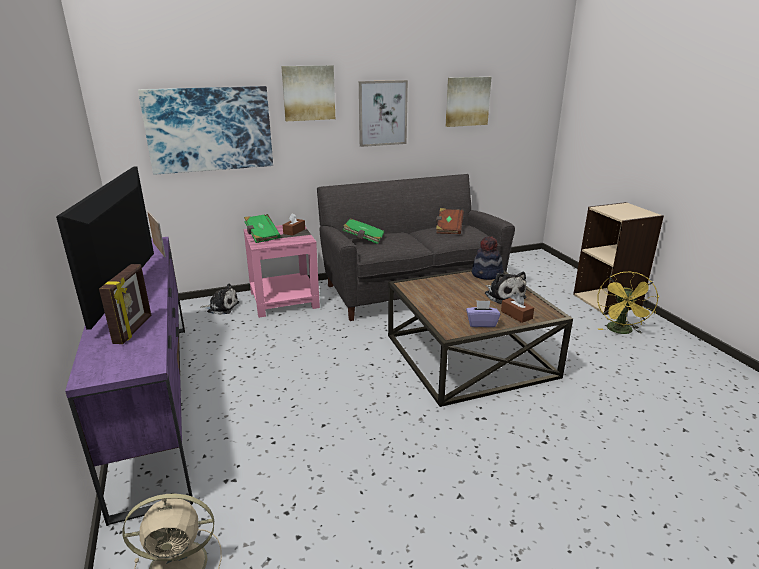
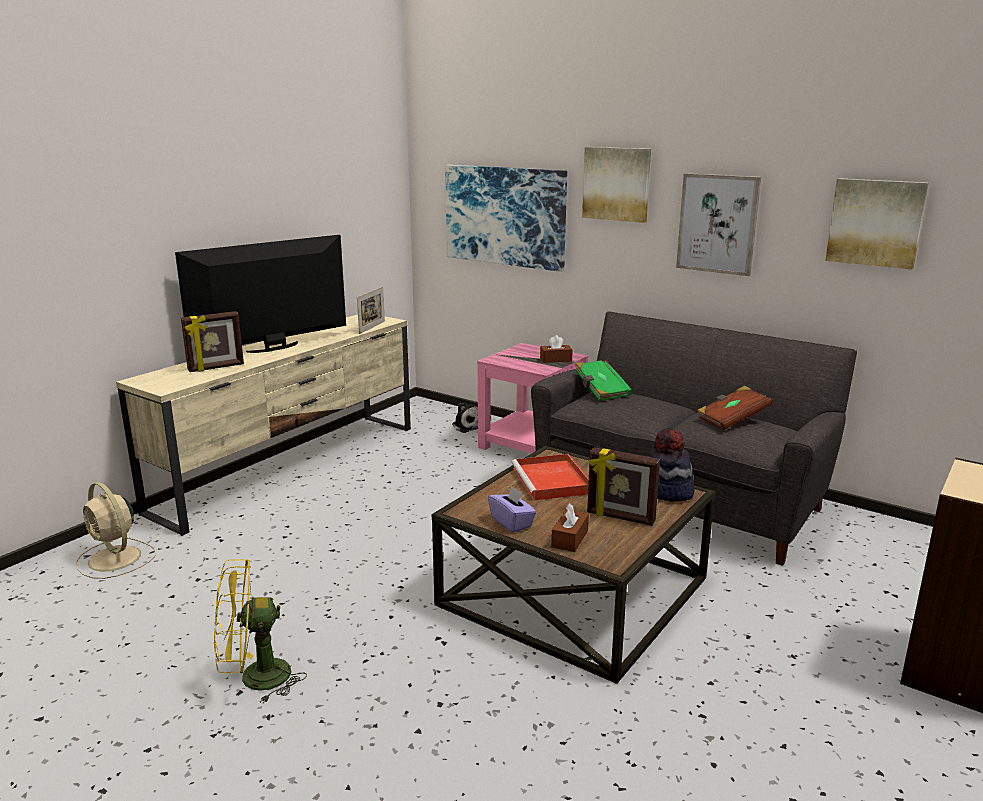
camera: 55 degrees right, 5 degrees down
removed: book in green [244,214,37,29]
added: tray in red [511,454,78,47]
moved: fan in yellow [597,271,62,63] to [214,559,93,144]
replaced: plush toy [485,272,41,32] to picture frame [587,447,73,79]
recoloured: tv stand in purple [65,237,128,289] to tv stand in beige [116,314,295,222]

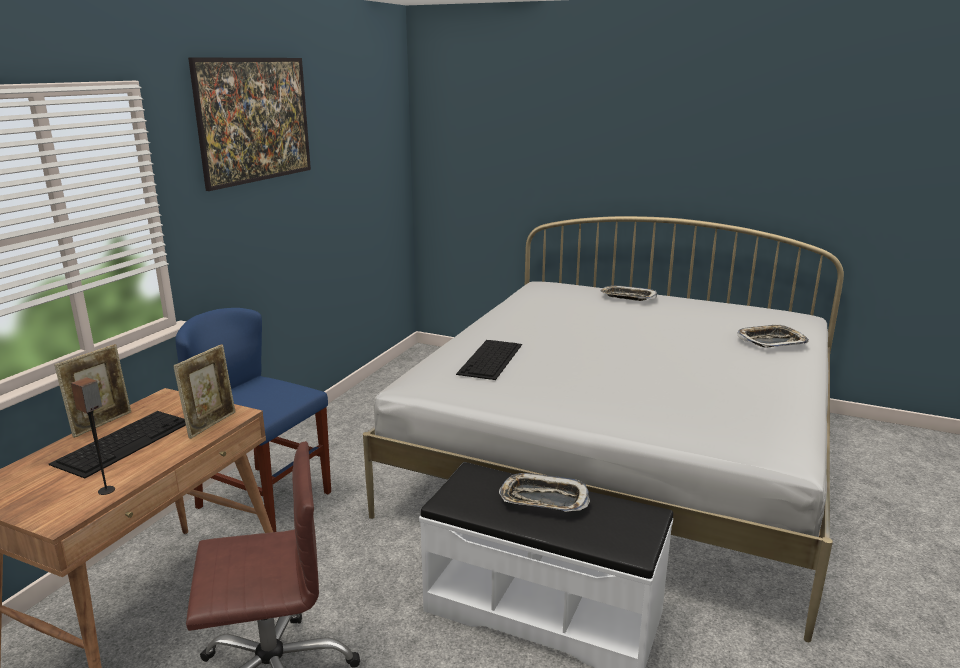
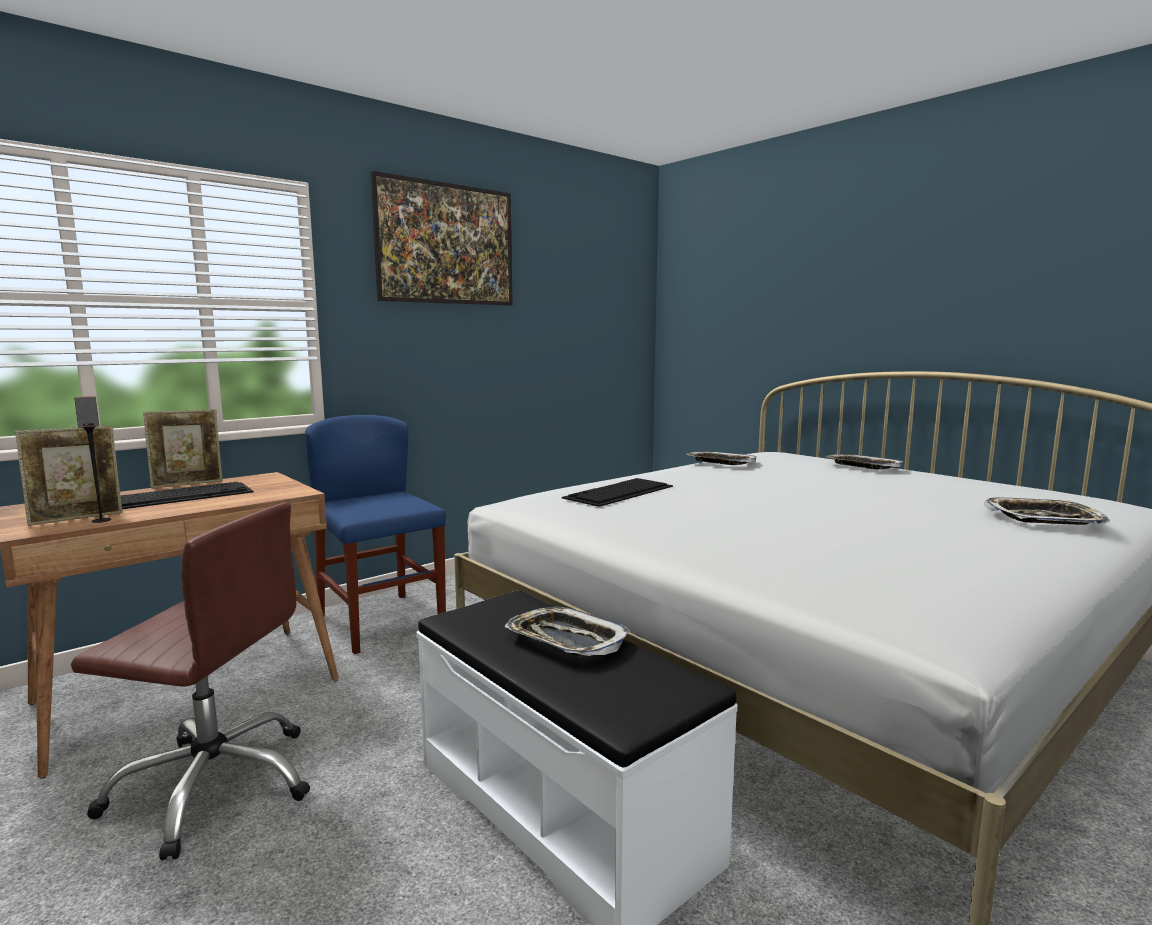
camera: 25 degrees right, 10 degrees down
added: tray [687,451,70,14]
moved: picture frame [173,344,63,95] to [15,426,108,100]

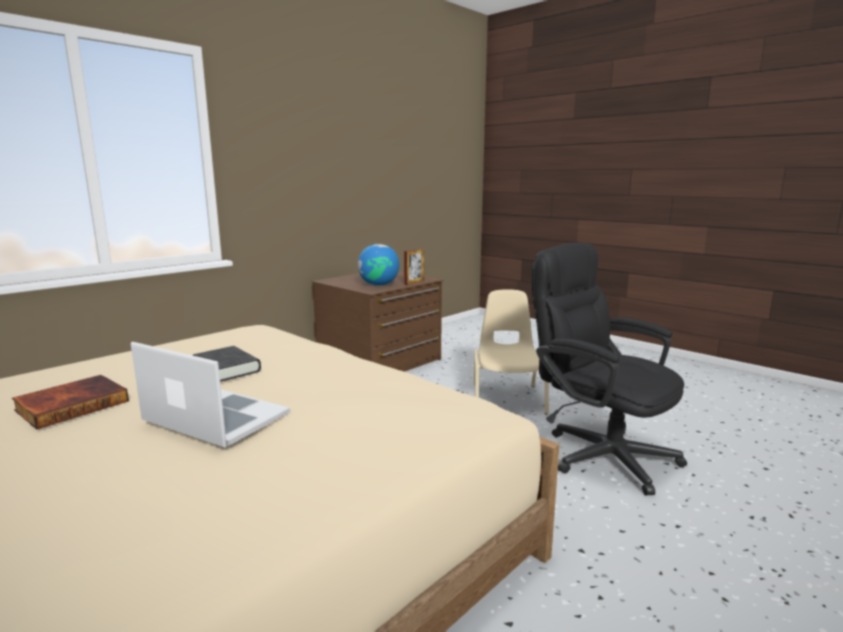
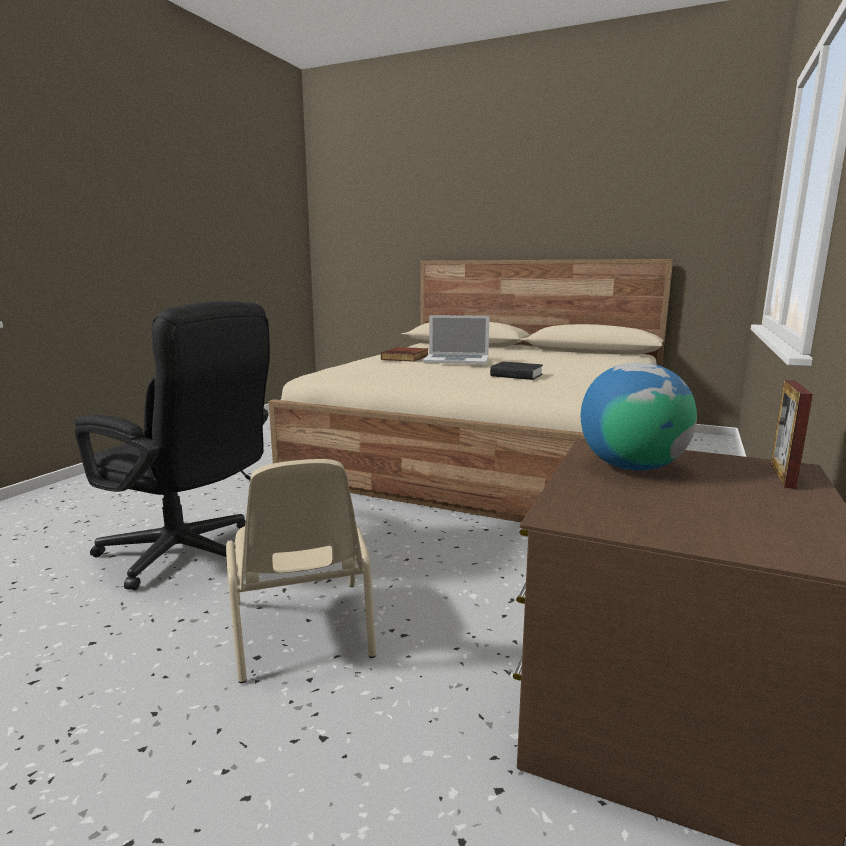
camera: 160 degrees right, 0 degrees up
moved: book [12,375,117,54] to [381,347,48,15]; picture frame [404,248,21,37] to [771,380,42,109]

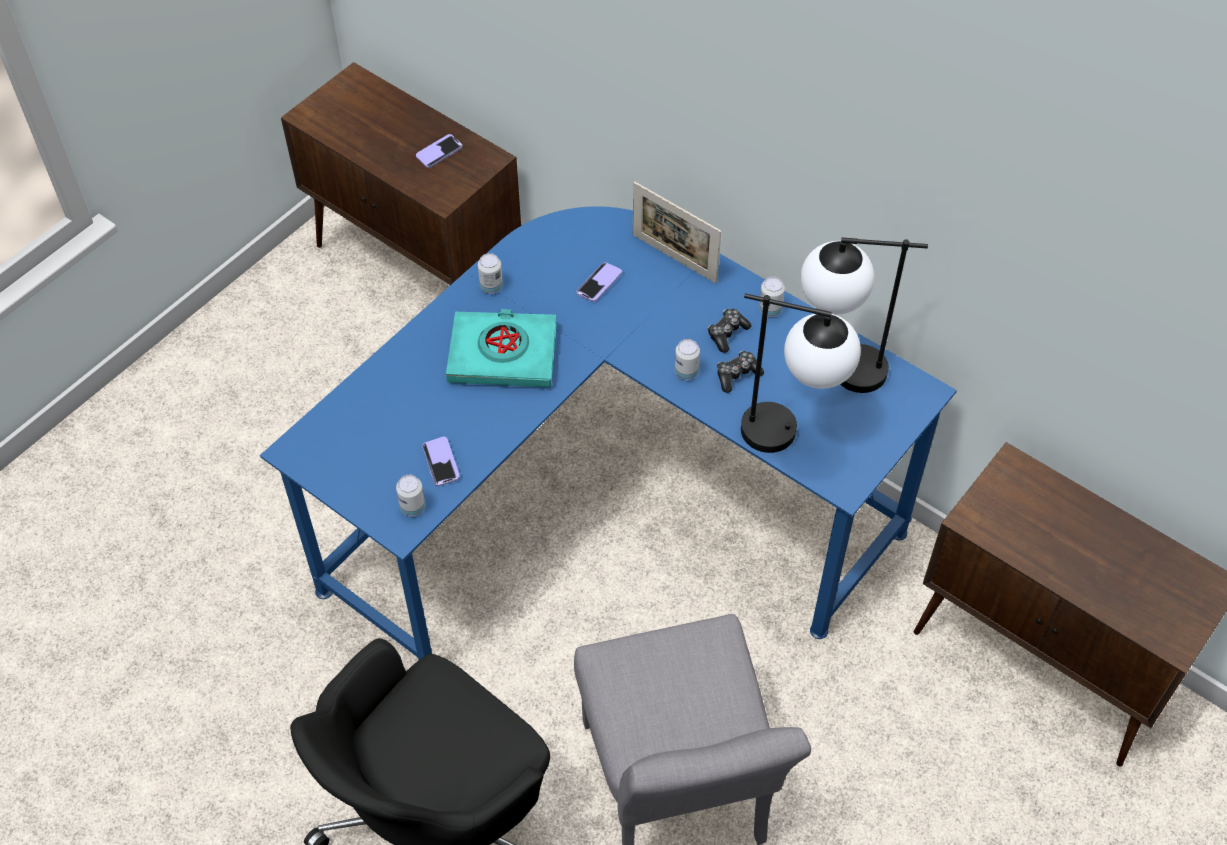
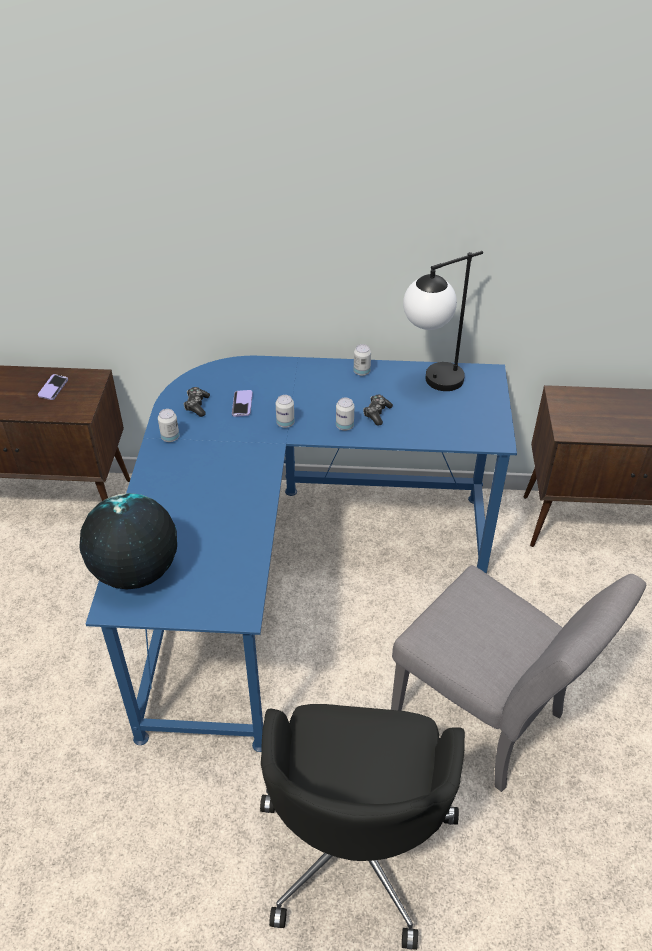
camera: 35 degrees left, 10 degrees down
removed: phone [422,437,38,49]; book in turquoise [446,309,111,78]; picture frame [633,181,88,102]; table lamp [741,293,120,160]
added: globe [79,493,98,96]
moved: can [396,475,29,41] to [276,395,19,33]; game controller [708,309,44,44] to [183,387,27,30]

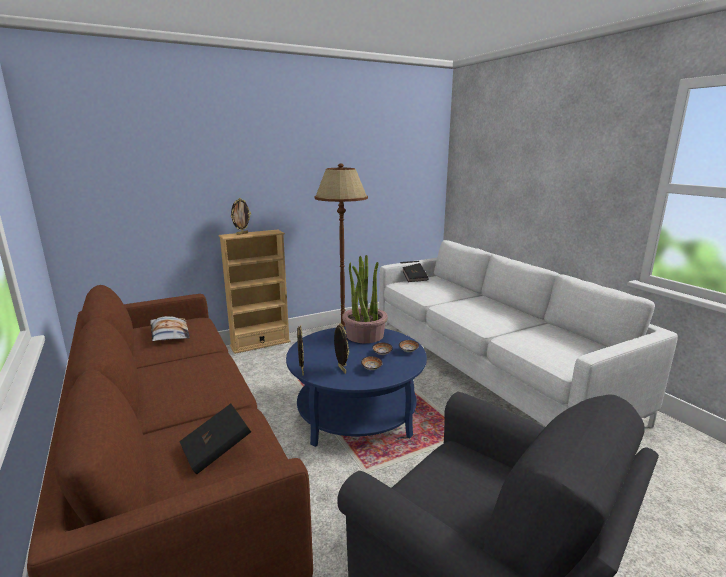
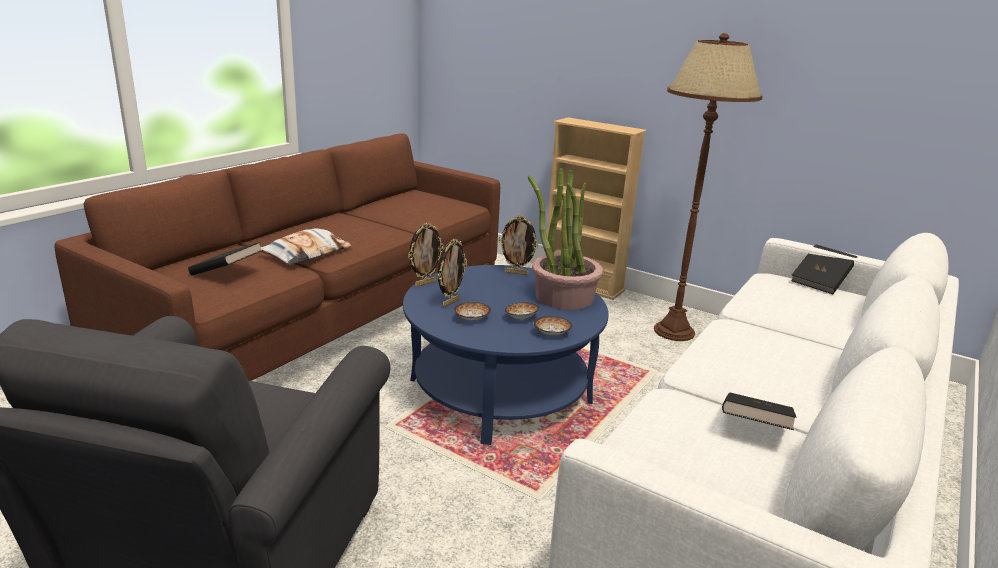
camera: 60 degrees right, 5 degrees up
added: book in black [722,393,74,37]
moved: pillow [150,316,40,25] to [261,228,91,37]; picture frame [231,198,20,37] to [499,215,40,60]

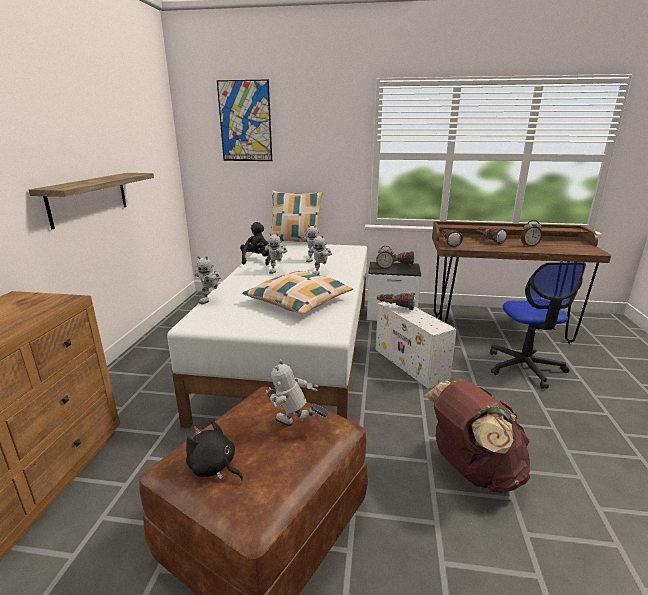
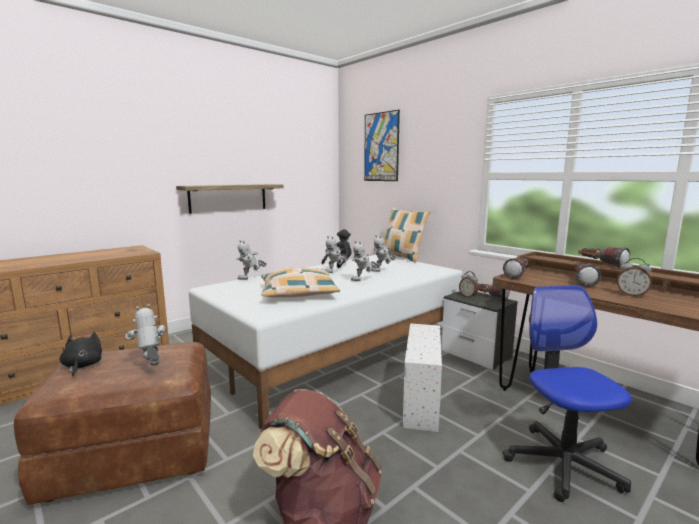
camera: 40 degrees right, 10 degrees down
moved: flashlight [377,293,39,17] to [578,247,52,21]
turned: office chair [490,262,96,127] = [503,285,129,217] 135 degrees clockwise

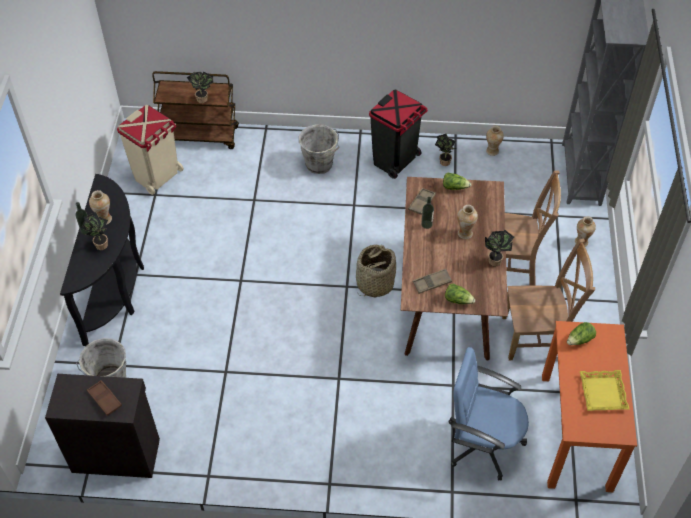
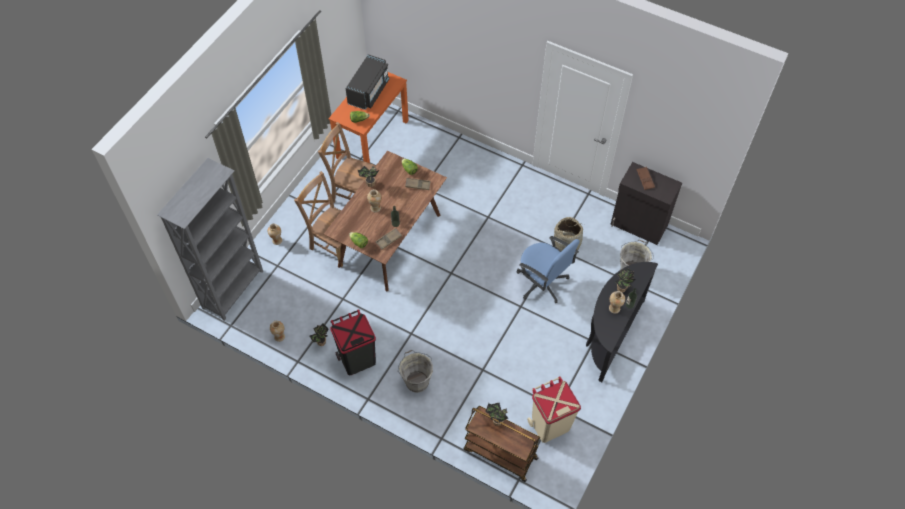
camera: 155 degrees left, 5 degrees up
moved: basket [356,244,40,53] to [554,217,33,34]; office chair in blue [449,347,80,133] to [517,236,63,67]
replaced: tray in yellow [580,370,49,41] to microwave in black [346,55,43,55]

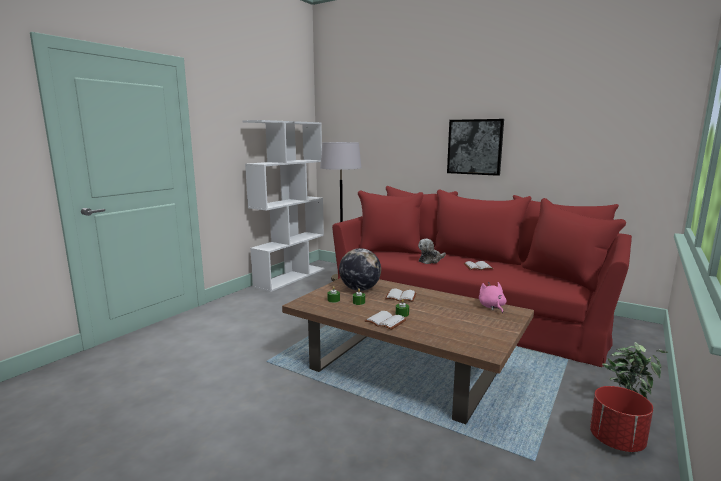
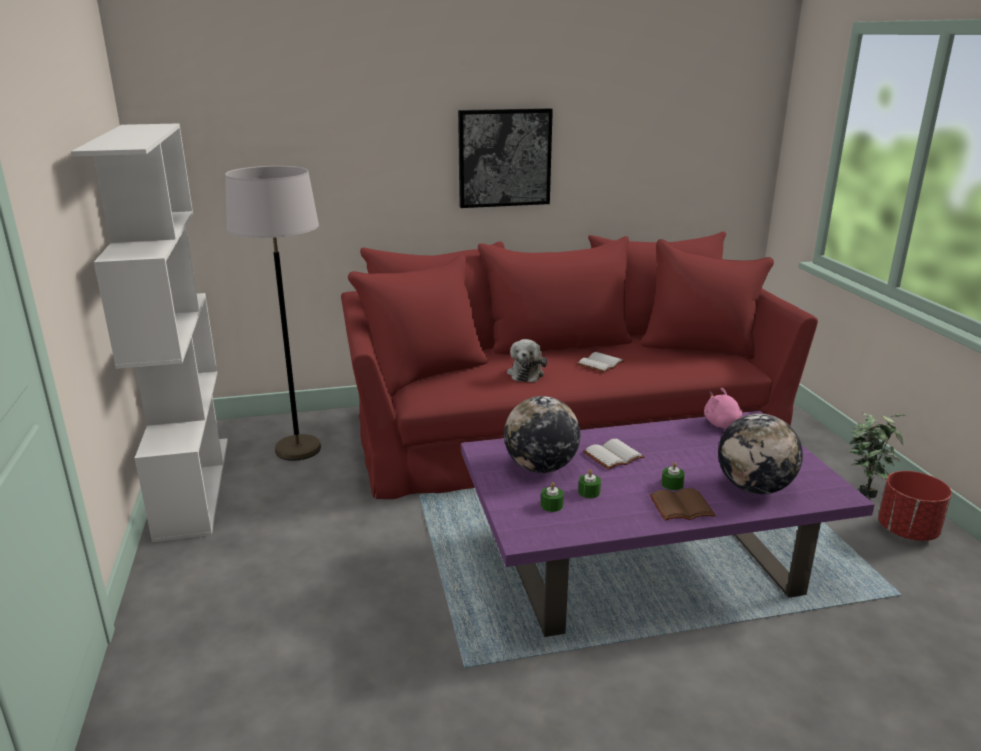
camera: 45 degrees left, 10 degrees up
added: globe [718,414,85,80]
recoloured: coffee table in brown [282,278,252,146] to coffee table in purple [461,411,414,226]; book in white [364,311,43,19] to book in brown [649,488,67,33]

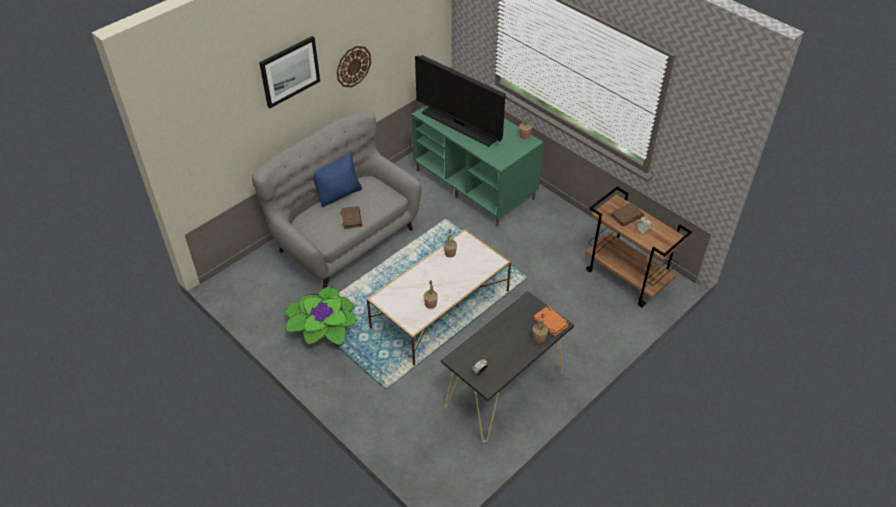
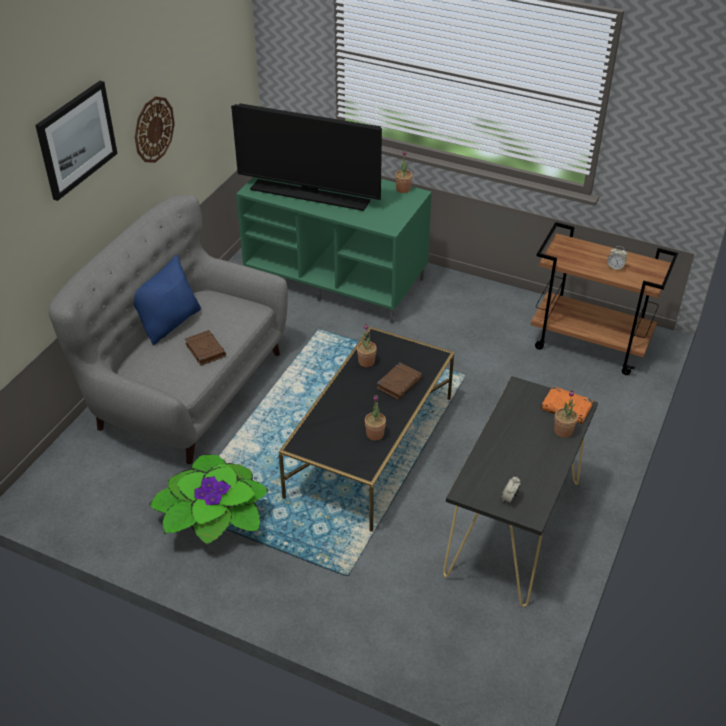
camera: 20 degrees left, 5 degrees down
moved: book in brown [611,203,33,24] to [377,362,46,38]
recoloured: coffee table in white [367,229,144,136] to coffee table in black [279,327,175,205]

